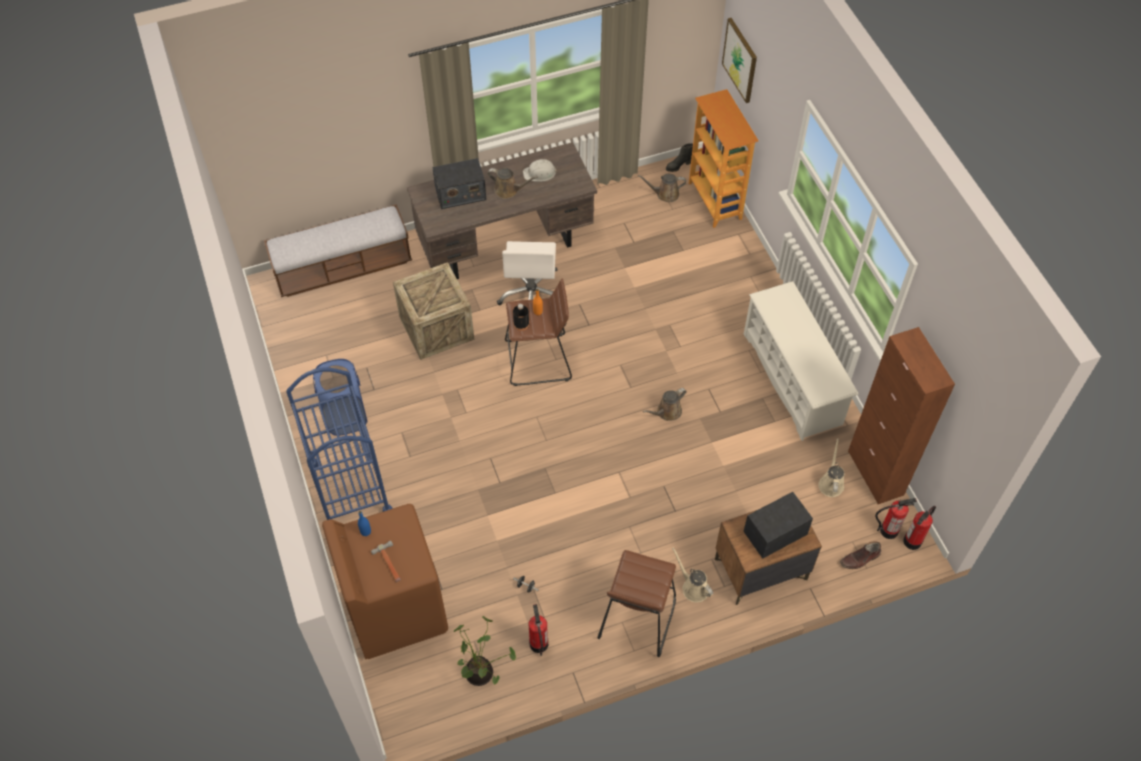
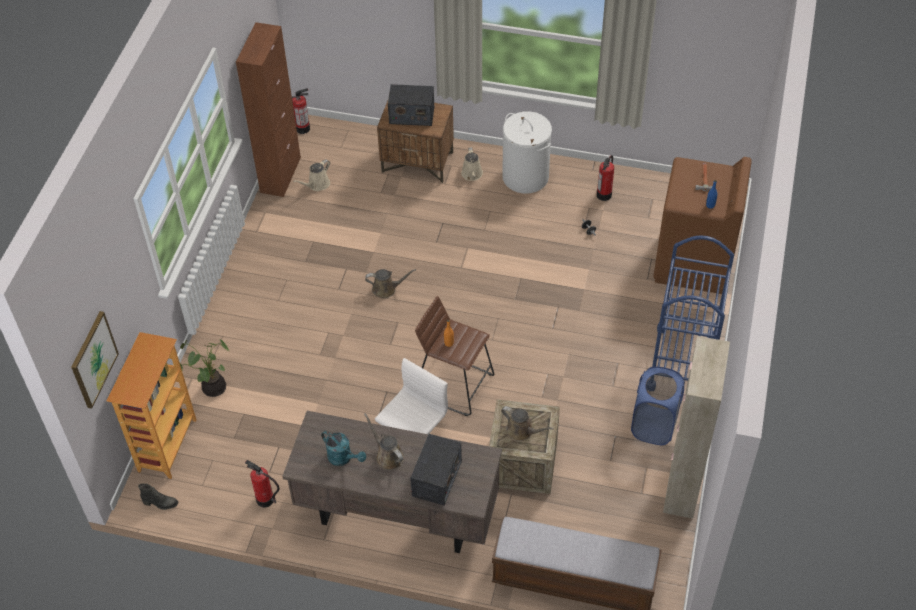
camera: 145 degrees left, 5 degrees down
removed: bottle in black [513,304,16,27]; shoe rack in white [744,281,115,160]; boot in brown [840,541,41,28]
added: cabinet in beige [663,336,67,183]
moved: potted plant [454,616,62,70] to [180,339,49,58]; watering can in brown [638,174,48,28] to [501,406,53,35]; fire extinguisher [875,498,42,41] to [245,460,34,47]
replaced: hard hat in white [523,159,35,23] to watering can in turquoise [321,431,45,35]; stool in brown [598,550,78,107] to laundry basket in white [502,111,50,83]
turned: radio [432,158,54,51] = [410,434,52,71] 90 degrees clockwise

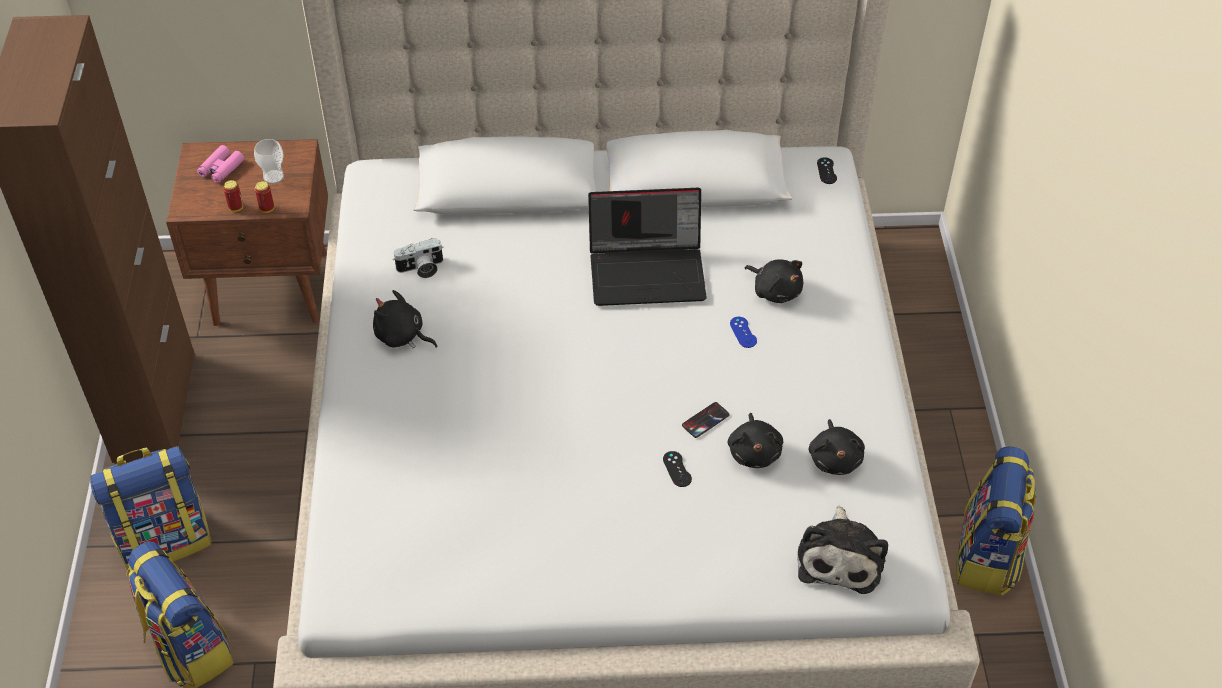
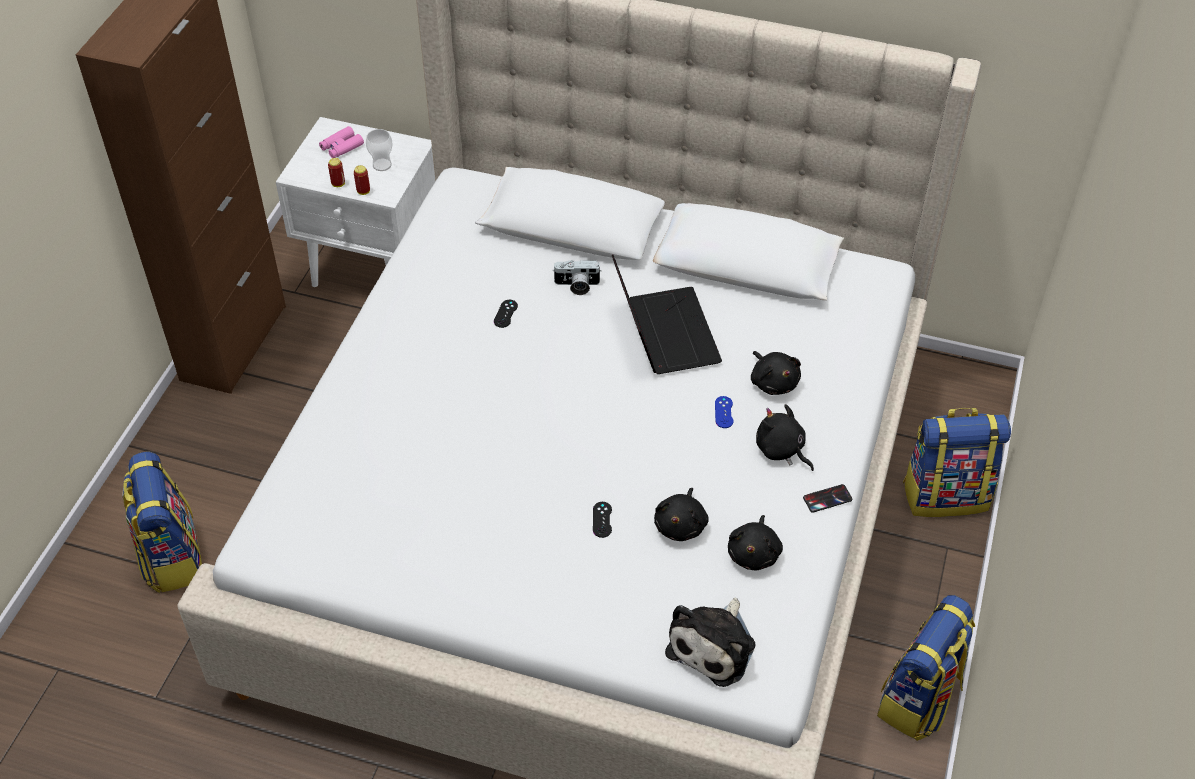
camera: 20 degrees right, 0 degrees up
moved: backpack [90,446,122,124] to [903,408,108,109]; plush toy in black [373,290,65,58] to [756,404,58,67]; photo camera [394,238,49,40] to [552,260,50,35]; phone [682,402,48,36] to [803,484,50,29]; game controller in black [817,157,20,27] to [494,300,24,28]
recoloured: nightstand in brown [166,139,162,187] to nightstand in white [276,117,160,170]
turned: laptop [588,188,119,118] = [612,255,110,119] 120 degrees counterclockwise

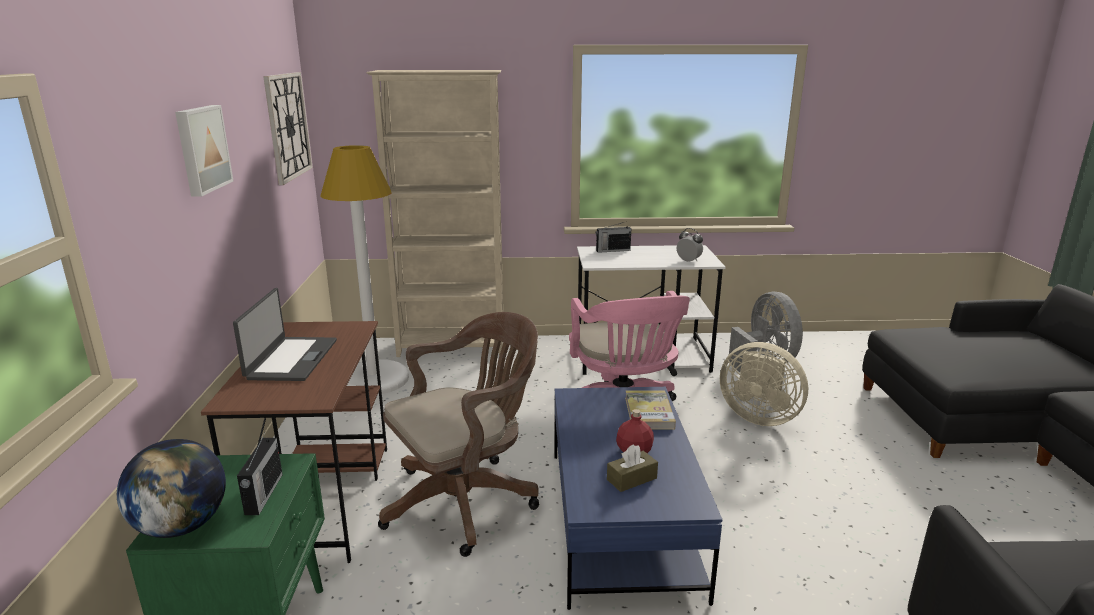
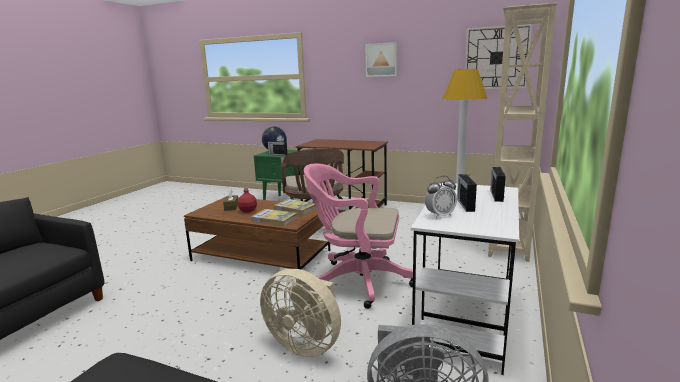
camera: 115 degrees right, 5 degrees down
removed: laptop [233,288,104,93]
added: book [274,199,42,16]; radio [457,174,20,38]
recoloured: coffee table in blue [554,387,169,223] to coffee table in brown [184,197,146,73]
turned: fan in beige [720,342,88,84] = [260,269,81,88] 120 degrees counterclockwise

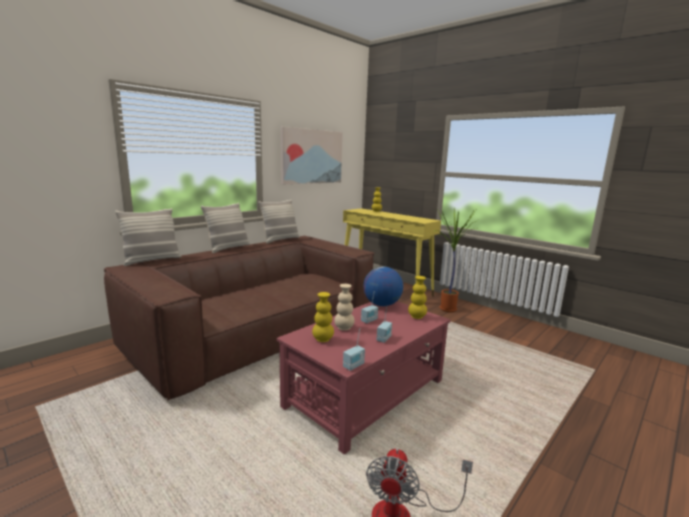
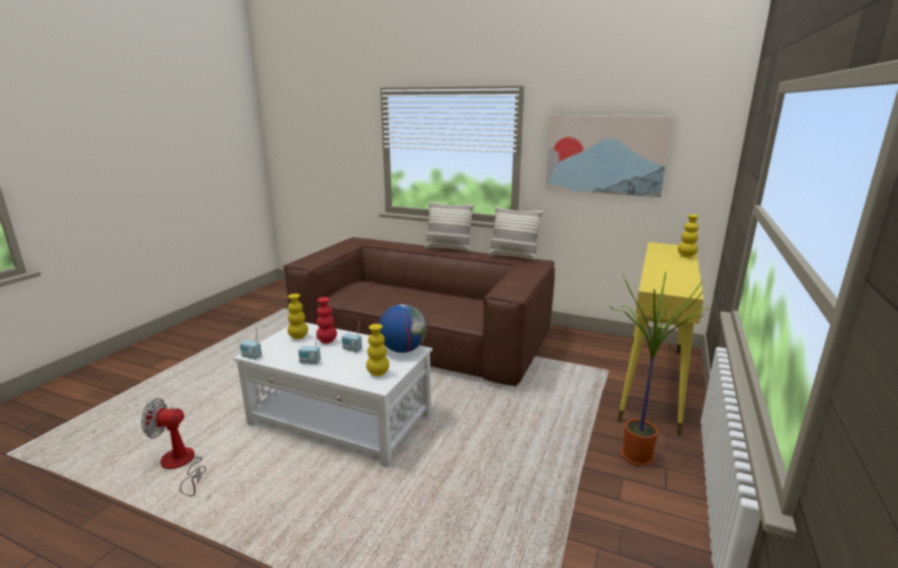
camera: 70 degrees right, 5 degrees up
removed: pillow [115,208,67,58]
recoloured: coffee table in red [277,301,174,154] to coffee table in white [233,322,199,146]; vase in beige [334,284,21,47] to vase in red [316,297,21,47]

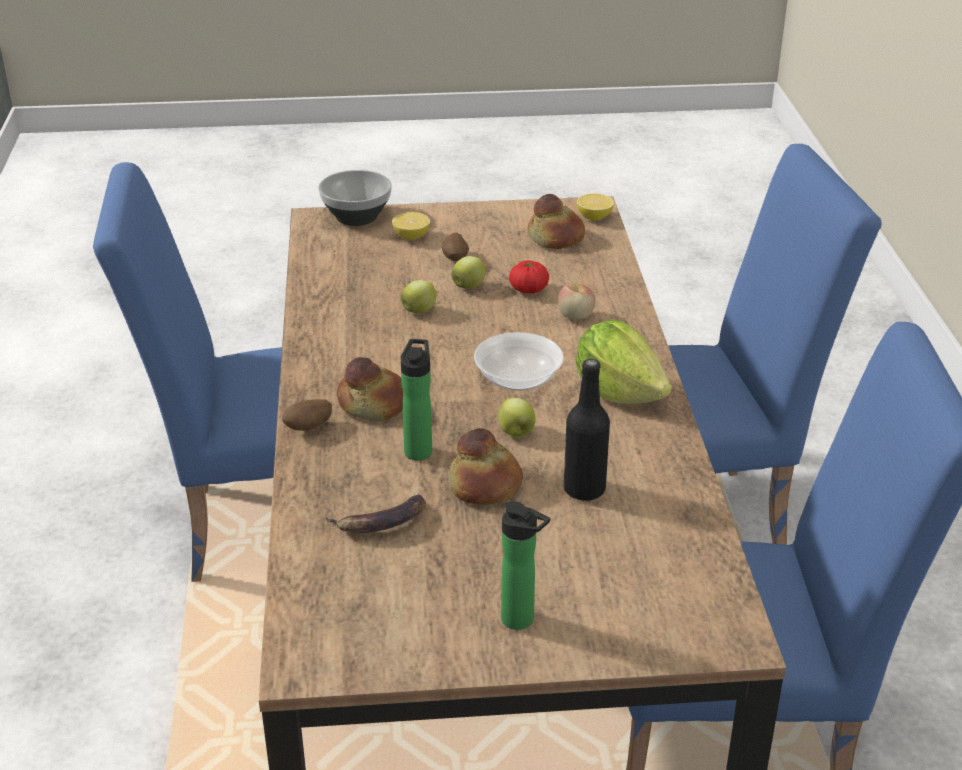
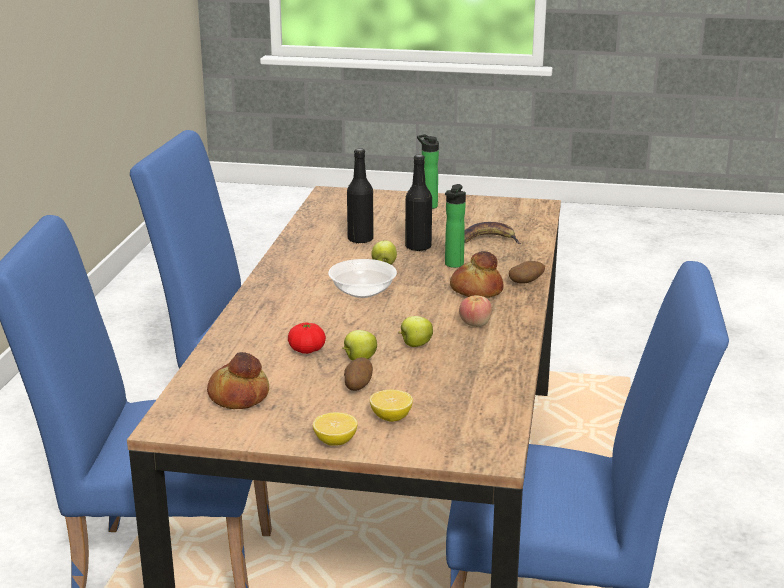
camera: 165 degrees left, 10 degrees down
removed: bowl [318,170,74,56]; lettuce [576,319,96,85]
moved: apple [558,283,37,36] to [459,295,33,32]; lemon [577,193,37,28] to [313,412,45,34]
replaced: bread [448,428,75,77] to bottle in black [405,155,27,96]

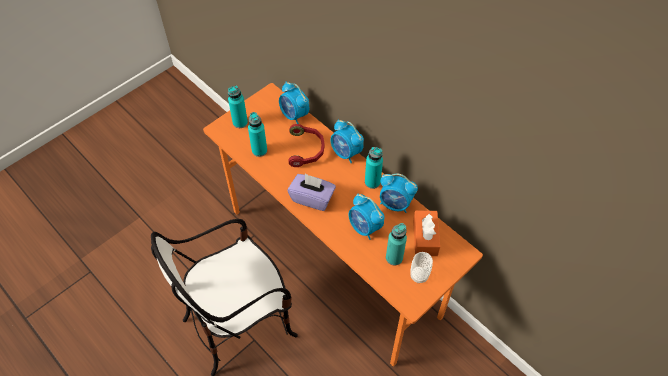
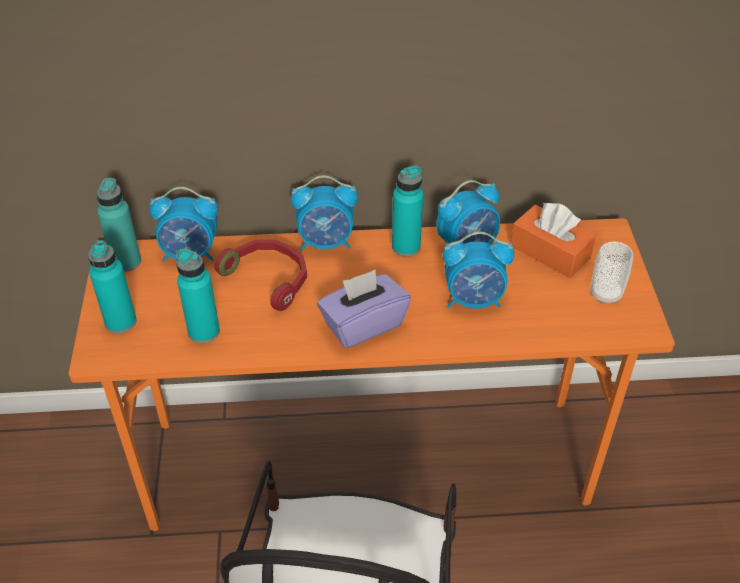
camera: 50 degrees left, 10 degrees down
moved: bottle in turquoise [386,223,21,42] to [97,178,44,94]

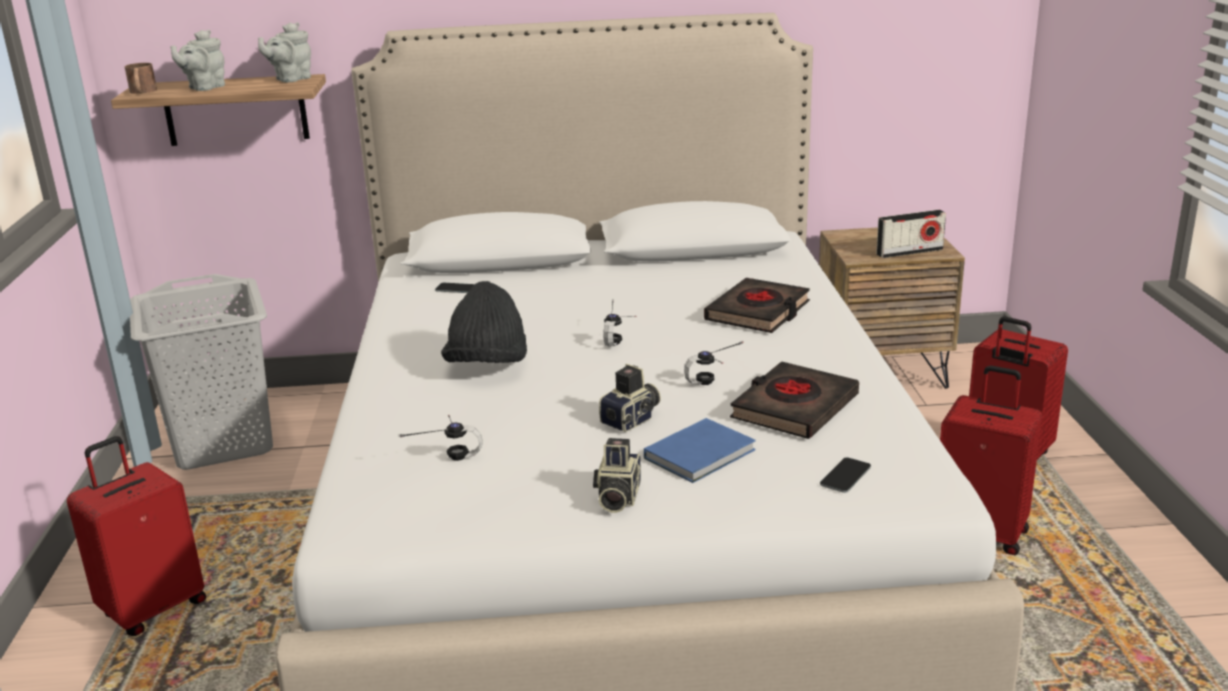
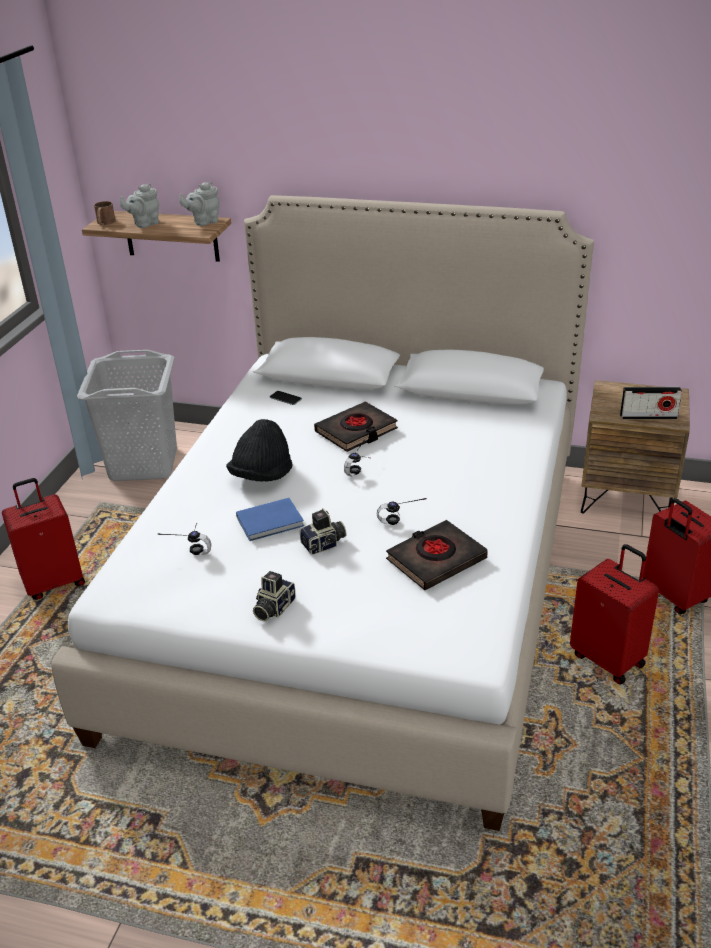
camera: 20 degrees right, 10 degrees up
removed: phone [820,458,51,35]
moved: book in blue [644,418,112,65] to [236,498,68,43]; book in black [704,278,106,55] to [314,402,84,50]

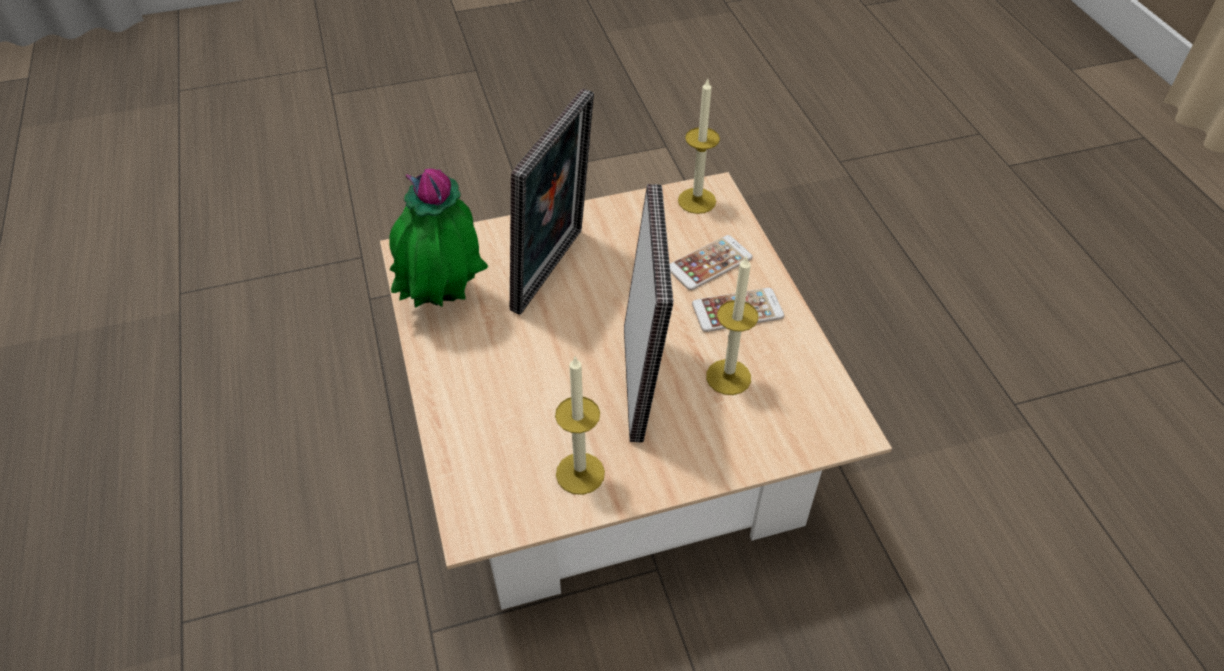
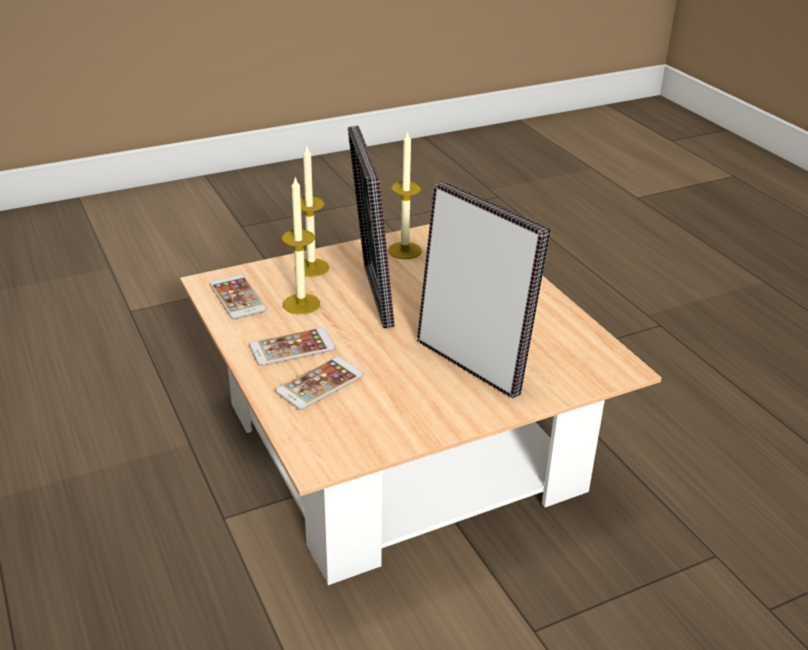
camera: 170 degrees right, 15 degrees down
removed: potted plant [389,168,99,140]
added: phone [209,275,58,44]
moved: candle [678,79,42,135] to [294,147,35,130]
turned: picture frame [510,88,84,227] = [417,181,134,217] 120 degrees clockwise

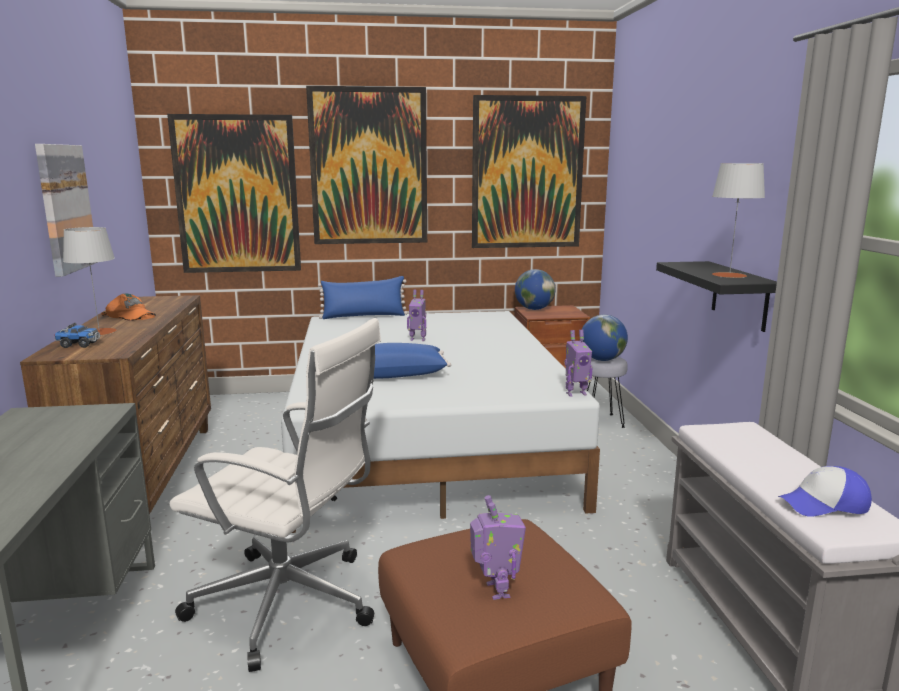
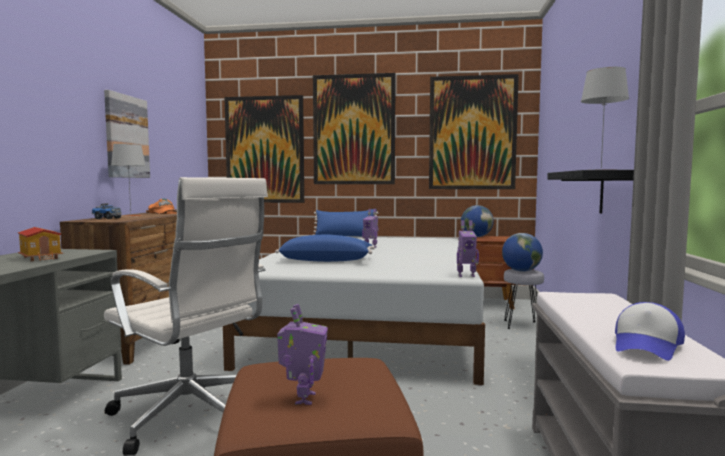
camera: 15 degrees right, 10 degrees down
added: toy house [18,227,45,34]
turned: cap [778,466,94,51] = [615,302,70,59] 60 degrees counterclockwise

